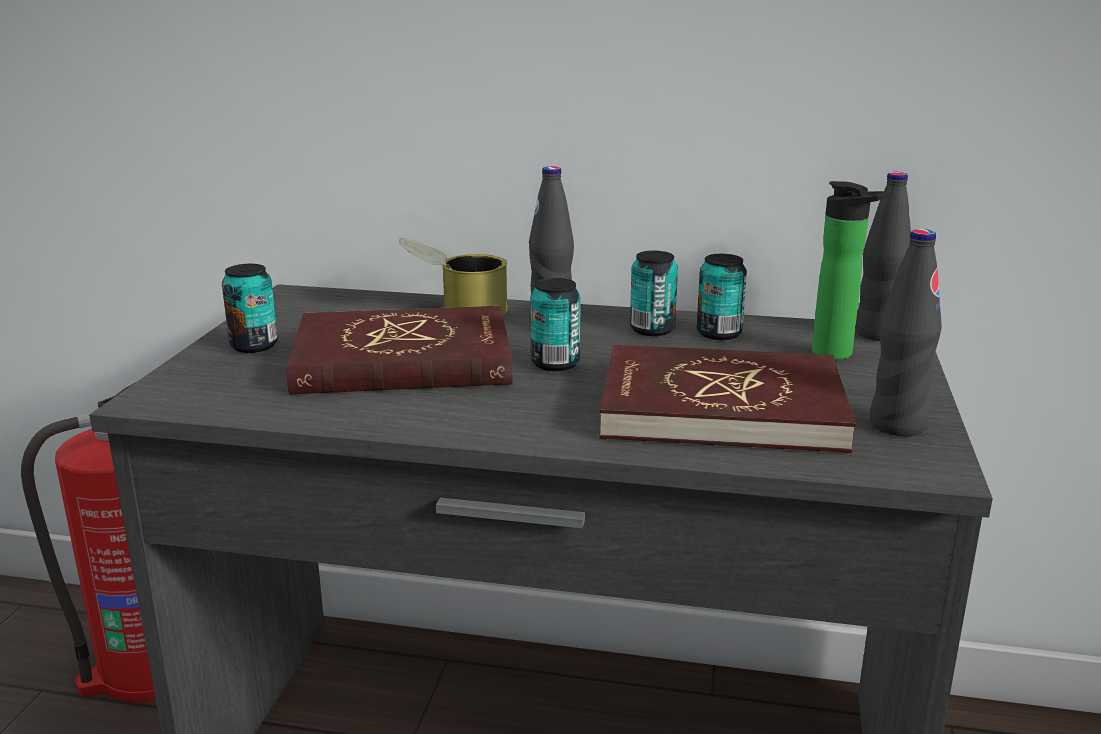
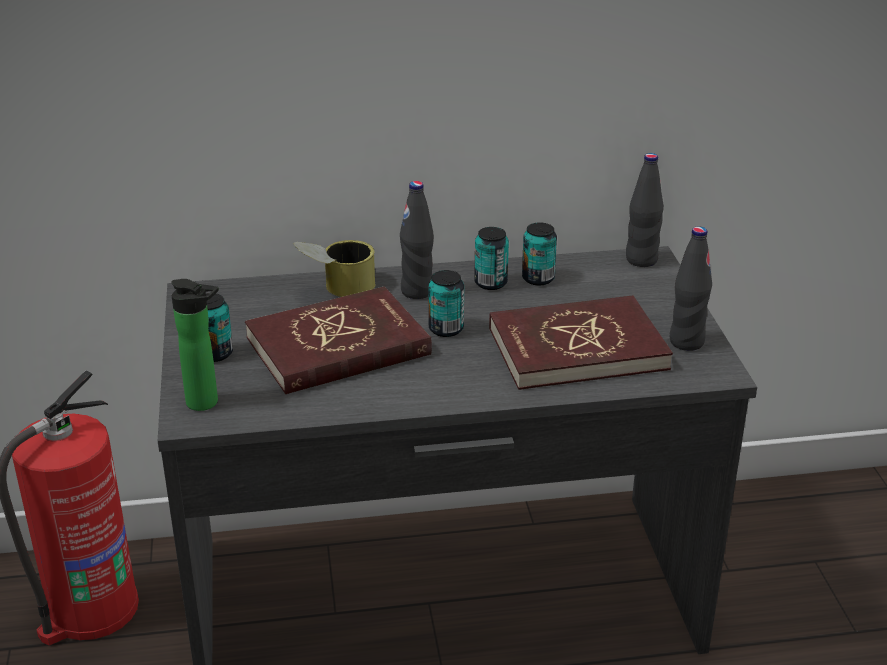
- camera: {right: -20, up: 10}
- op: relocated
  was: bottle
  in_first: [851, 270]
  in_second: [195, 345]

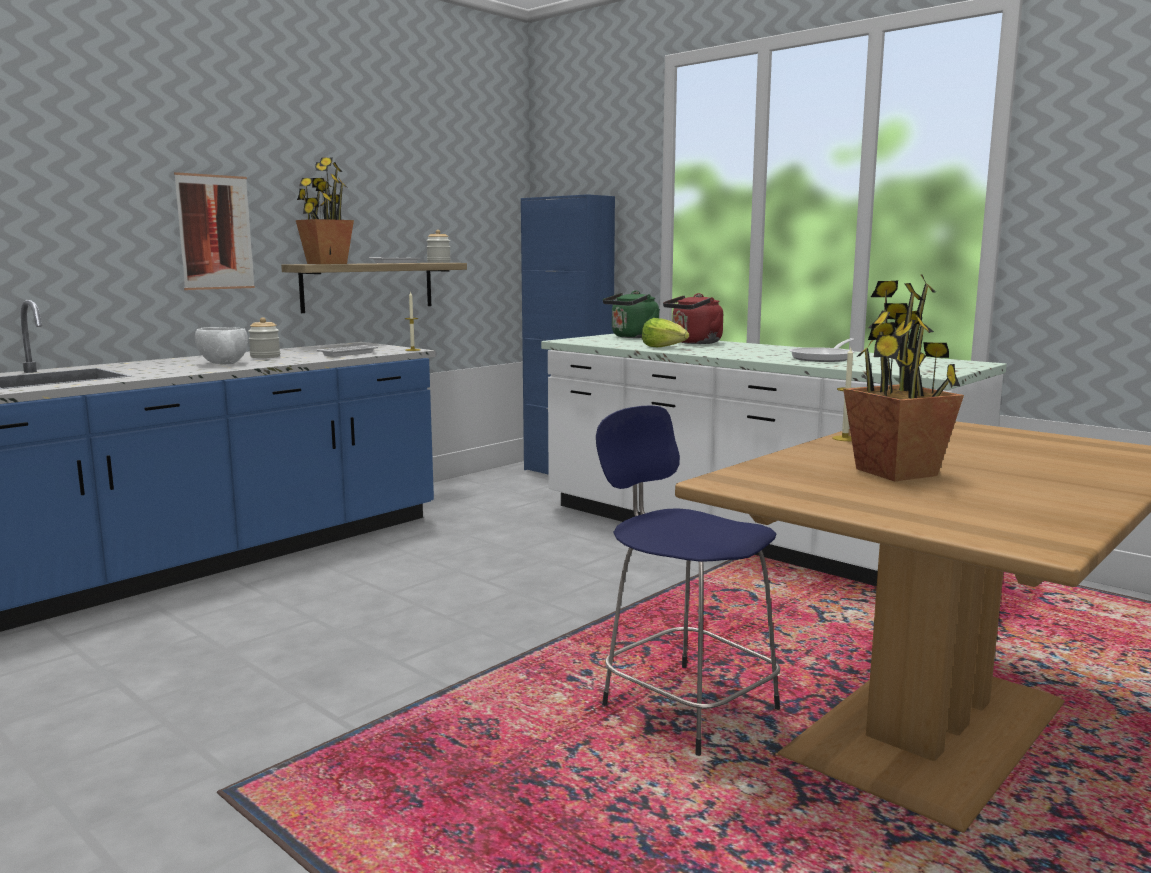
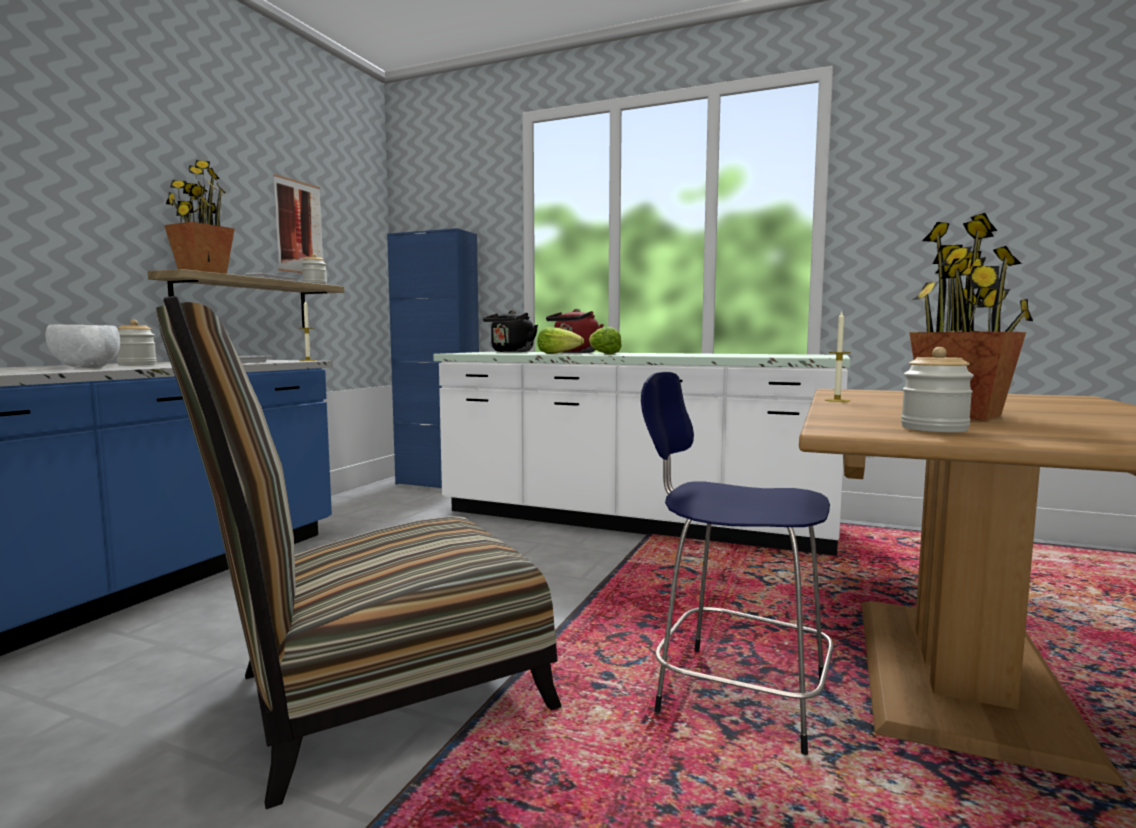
- camera: {right: -20, up: -5}
- op: appeared
  now: chair
  in_second: [359, 552]
- op: relocated
  was: picture
  in_first: [214, 231]
  in_second: [298, 223]
- op: colour
  was: green kettle
  now: black kettle
  in_first: [631, 314]
  in_second: [510, 331]
- op: appeared
  now: lettuce
  in_second: [605, 340]
- op: appeared
  now: jar
  in_second: [937, 390]
- op: missing
  was: frying pan
  in_first: [821, 350]

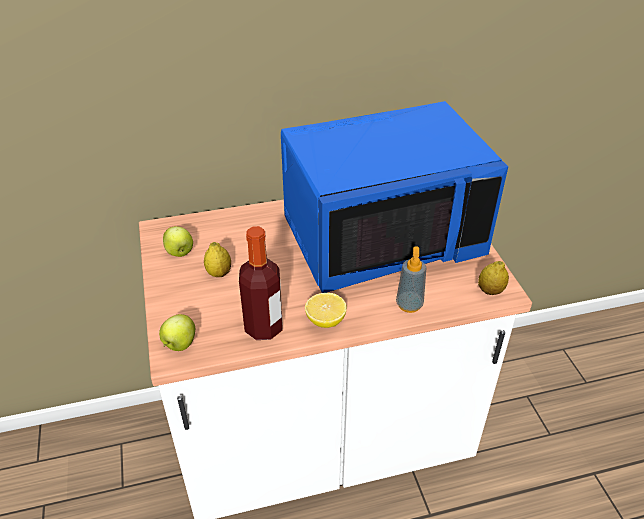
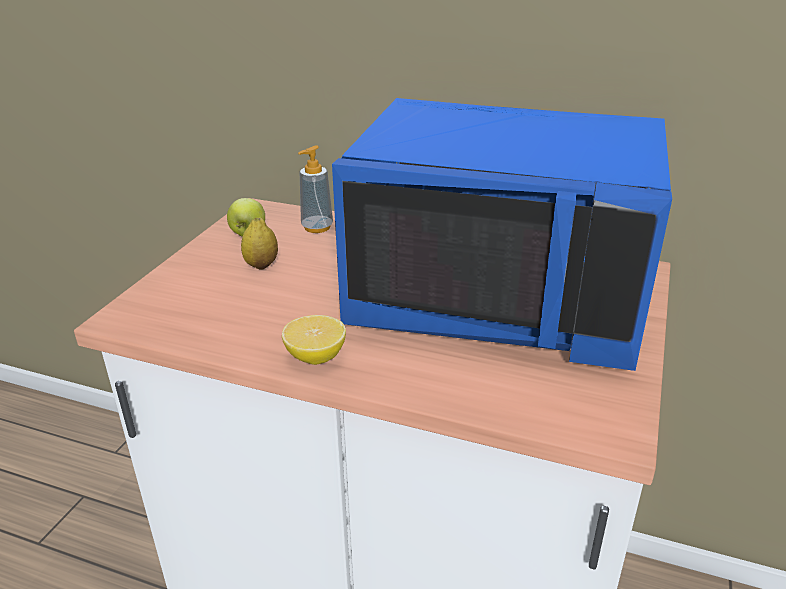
- camera: {right: 35, up: -10}
- op: relocated
  was: soap dispenser
  in_first: [411, 279]
  in_second: [315, 189]
- op: missing
  was: apple
  in_first: [177, 332]
- op: missing
  was: bottle
  in_first: [260, 283]
- op: missing
  was: lemon
  in_first: [493, 278]

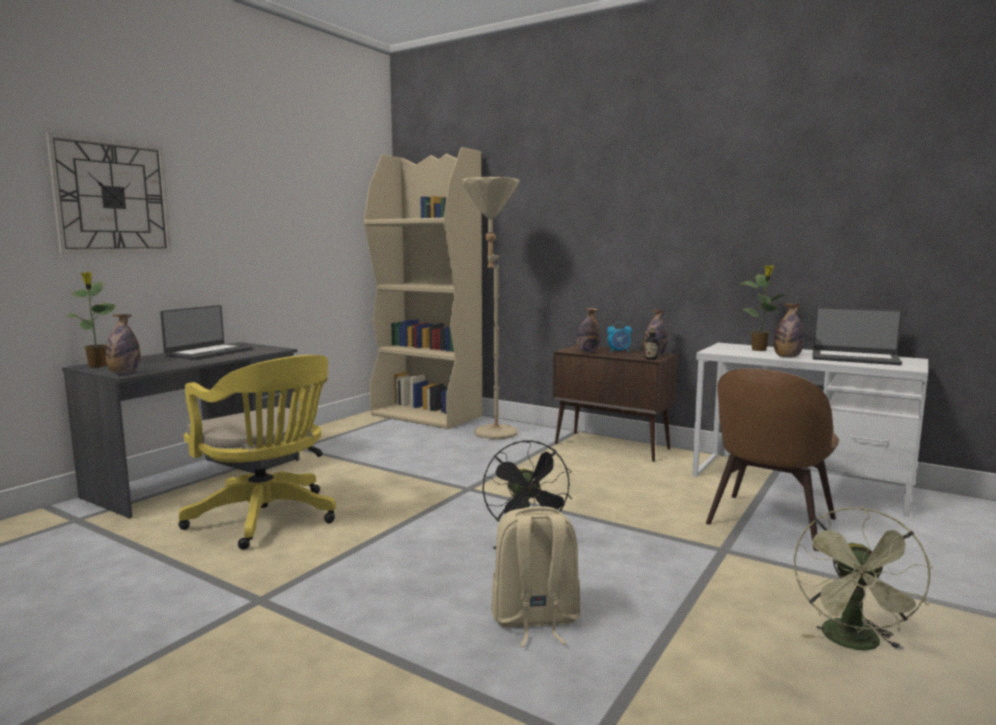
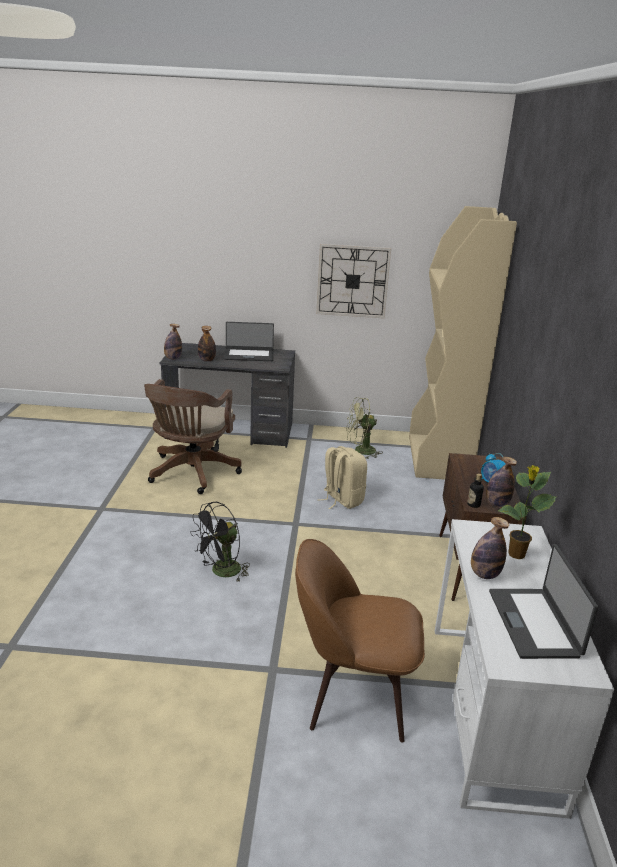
- camera: {right: 60, up: 15}
- op: colour
  was: yellow office chair
  now: brown office chair
  in_first: [257, 452]
  in_second: [193, 436]
- op: relocated
  was: bottle
  in_first: [588, 330]
  in_second: [207, 344]
- op: relocated
  was: wall clock
  in_first: [109, 193]
  in_second: [353, 281]
- op: relocated
  was: beige backpack
  in_first: [535, 576]
  in_second: [342, 477]
- op: relocated
  was: green fan
  in_first: [863, 579]
  in_second: [364, 428]
- op: missing
  was: potted plant
  in_first: [90, 319]
- op: missing
  was: beige floor lamp
  in_first: [490, 308]

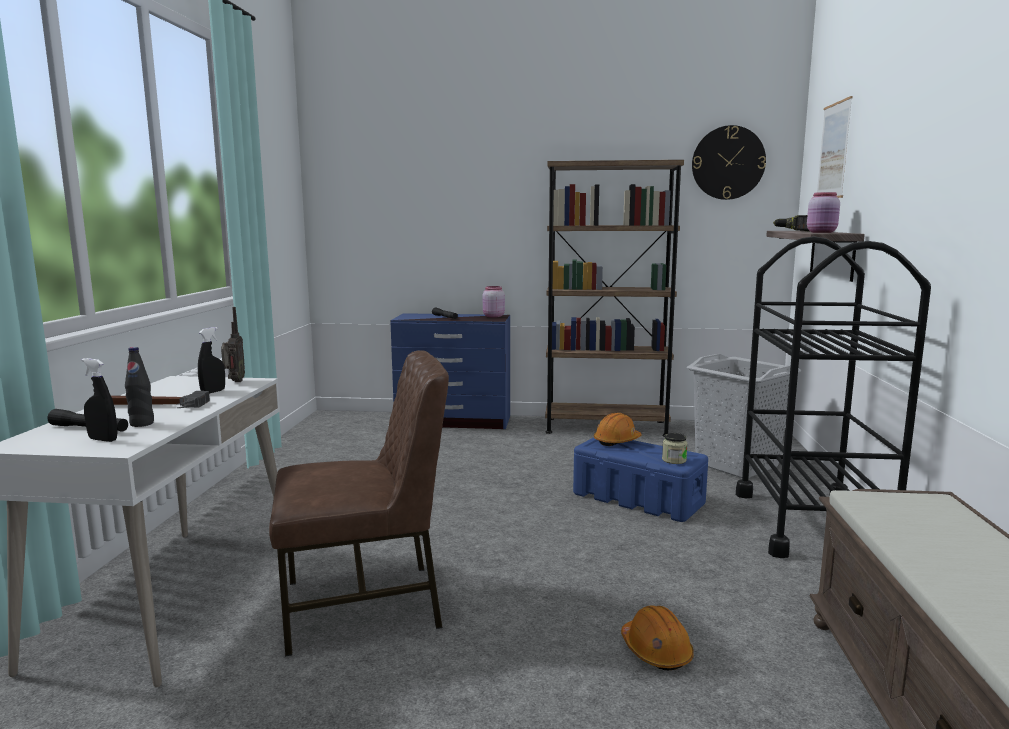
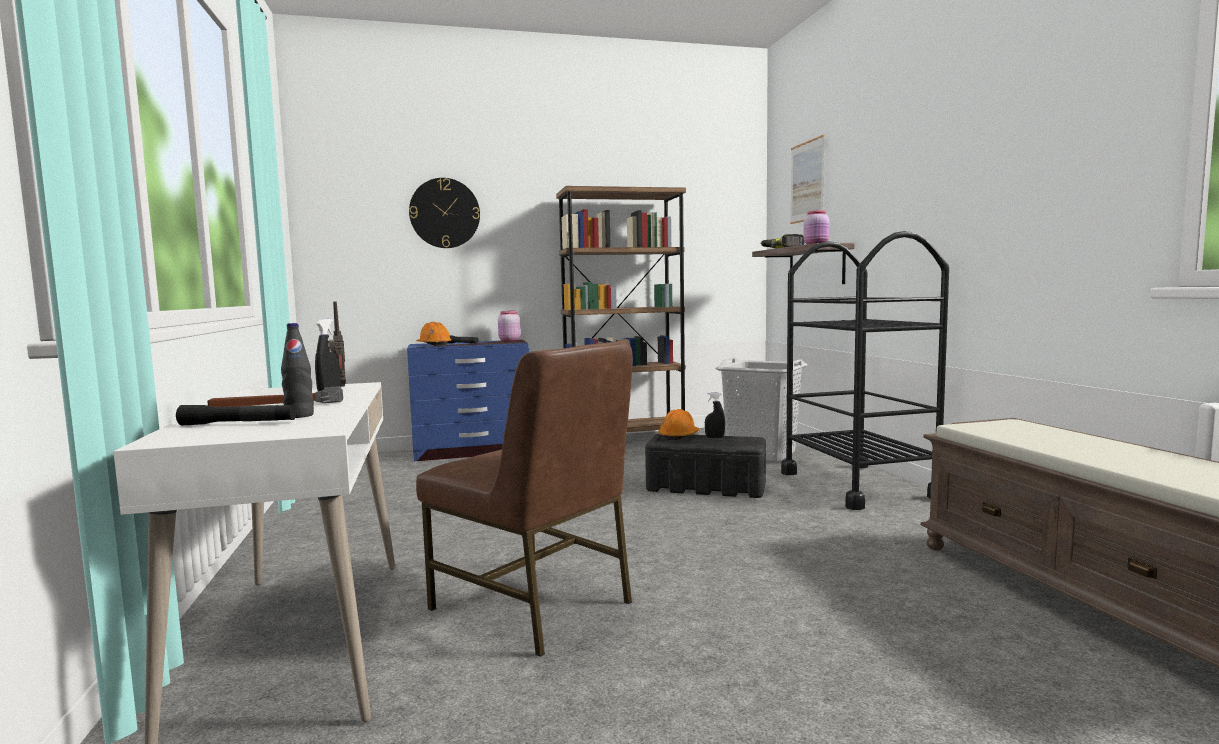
- camera: {right: -20, up: -5}
- op: relocated
  was: wall clock
  in_first: [729, 162]
  in_second: [444, 213]
- op: relocated
  was: orange hard hat
  in_first: [657, 637]
  in_second: [434, 334]
- op: spun
  was: brown chair
  in_first: [359, 503]
  in_second: [524, 498]
  clockwise: 75
- op: colour
  was: blue storage box
  now: black storage box
  in_first: [640, 479]
  in_second: [705, 466]
- op: relocated
  was: black spray bottle
  in_first: [99, 400]
  in_second: [715, 415]
- op: missing
  was: jar
  in_first: [675, 448]

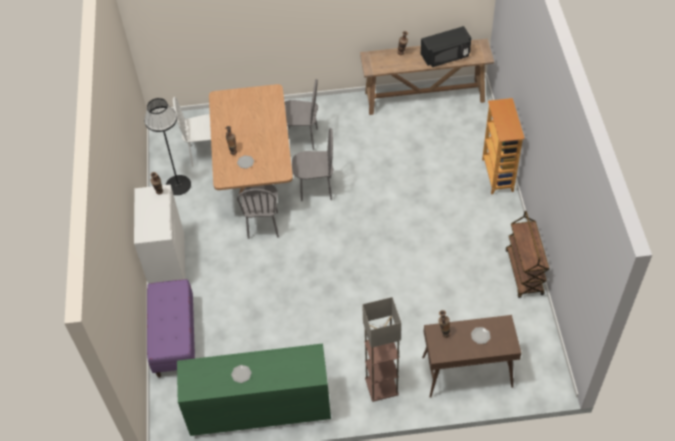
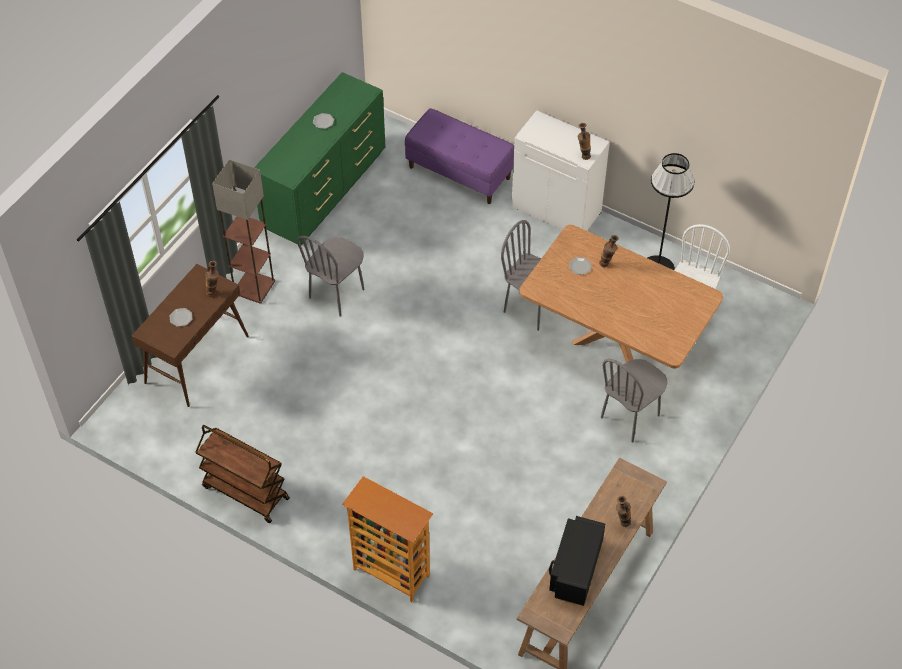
- camera: {right: 125, up: 0}
- op: relocated
  was: grey chair
  in_first: [312, 164]
  in_second: [330, 276]

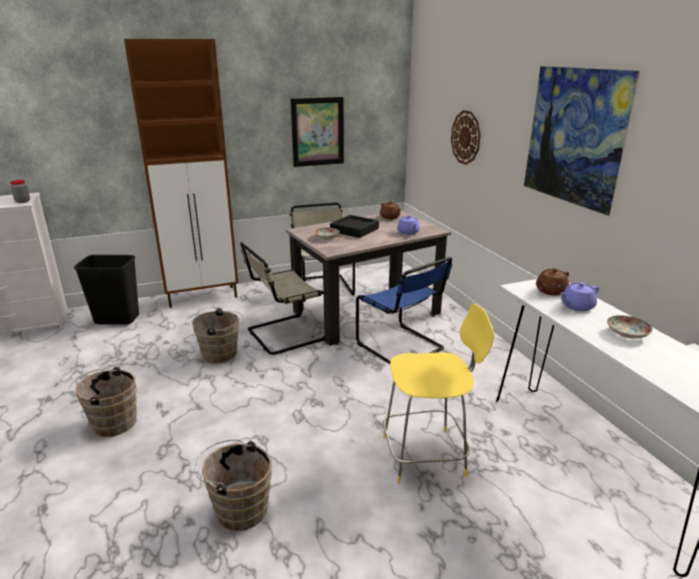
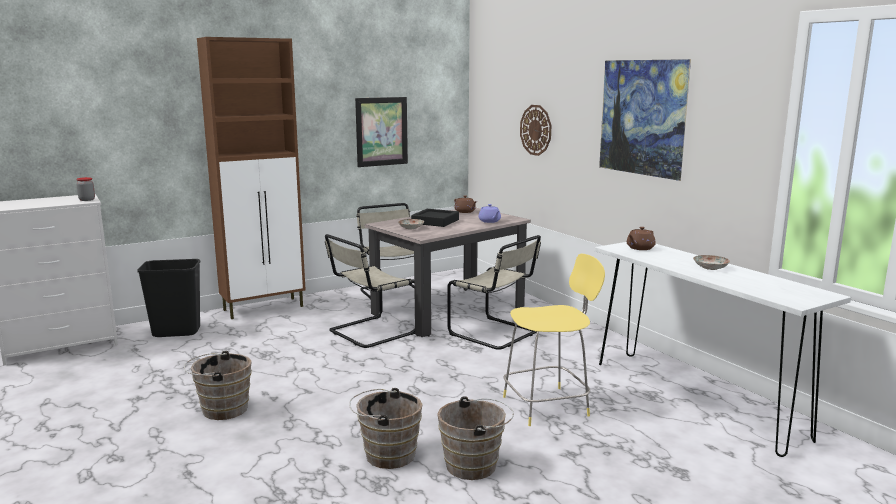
- camera: {right: -10, up: -10}
- op: relocated
  was: brown bucket
  in_first: [218, 335]
  in_second: [475, 438]
- op: colour
  was: blue chair
  now: beige chair
  in_first: [404, 310]
  in_second: [494, 292]
- op: missing
  was: purple teapot
  in_first: [579, 296]

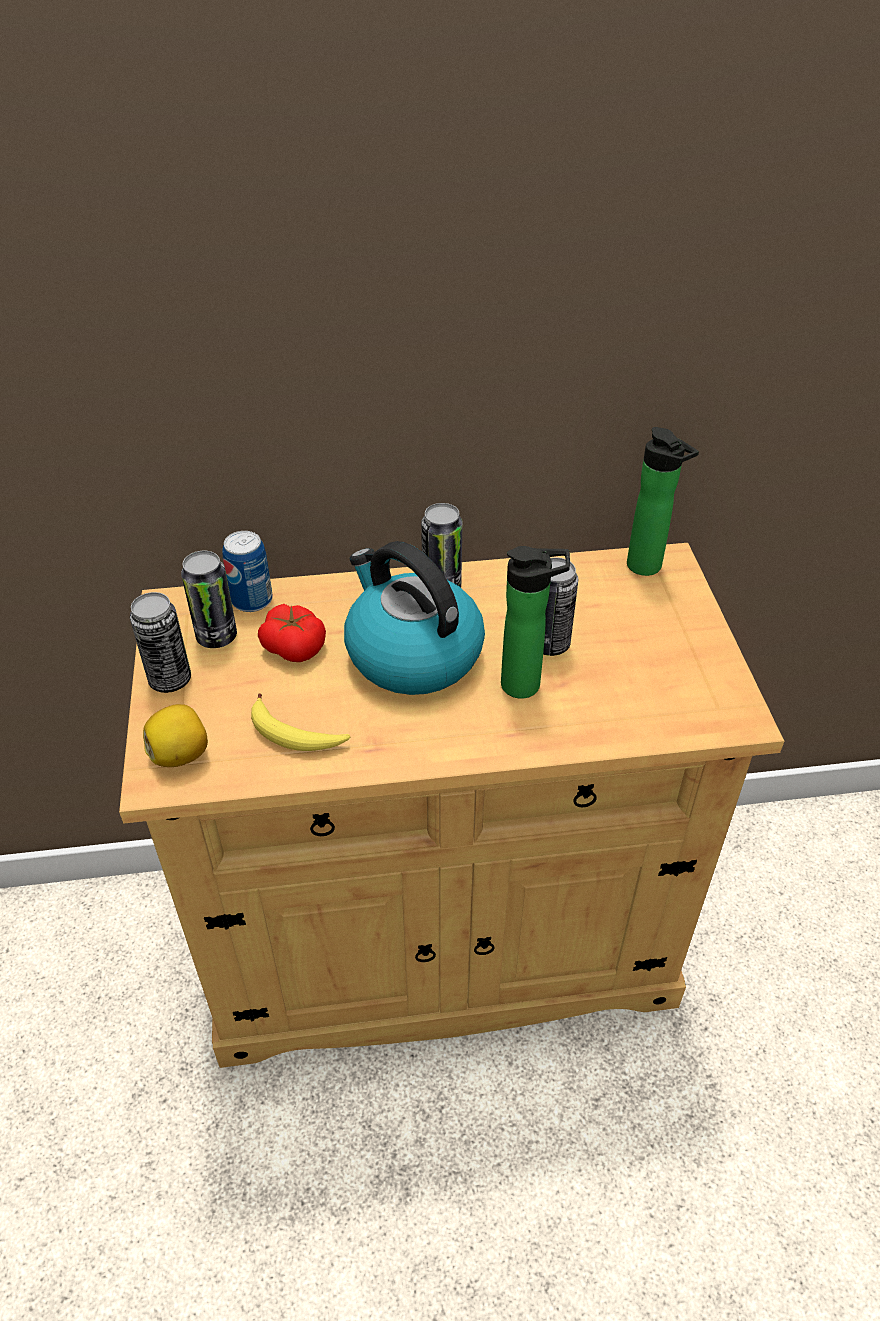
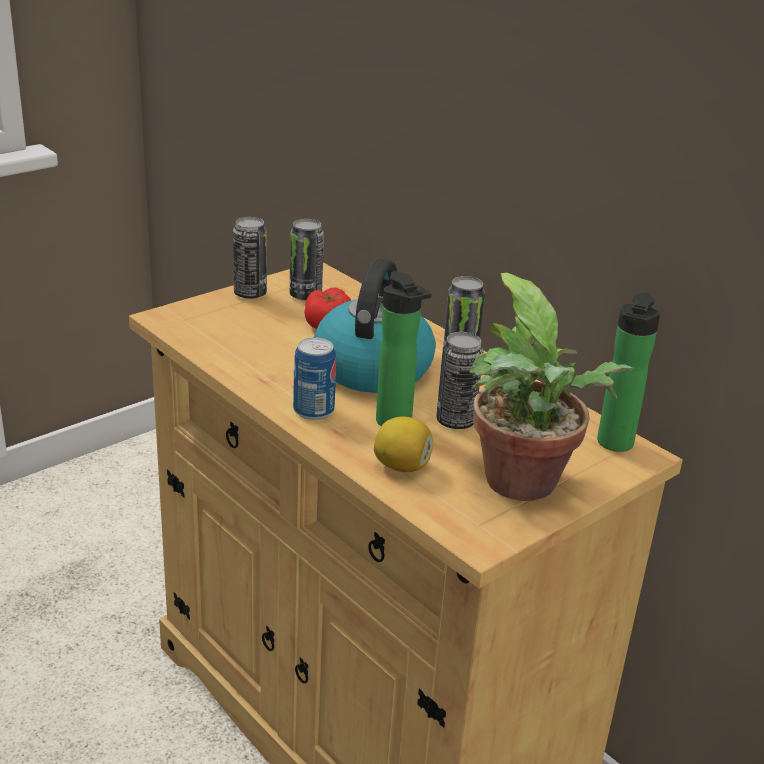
- camera: {right: 55, up: -15}
- op: relocated
  was: can
  in_first: [247, 571]
  in_second: [314, 378]
- op: relocated
  was: lemon
  in_first: [175, 735]
  in_second: [403, 444]
- op: appeared
  now: potted plant
  in_second: [552, 387]
- op: missing
  was: banana
  in_first: [300, 722]

